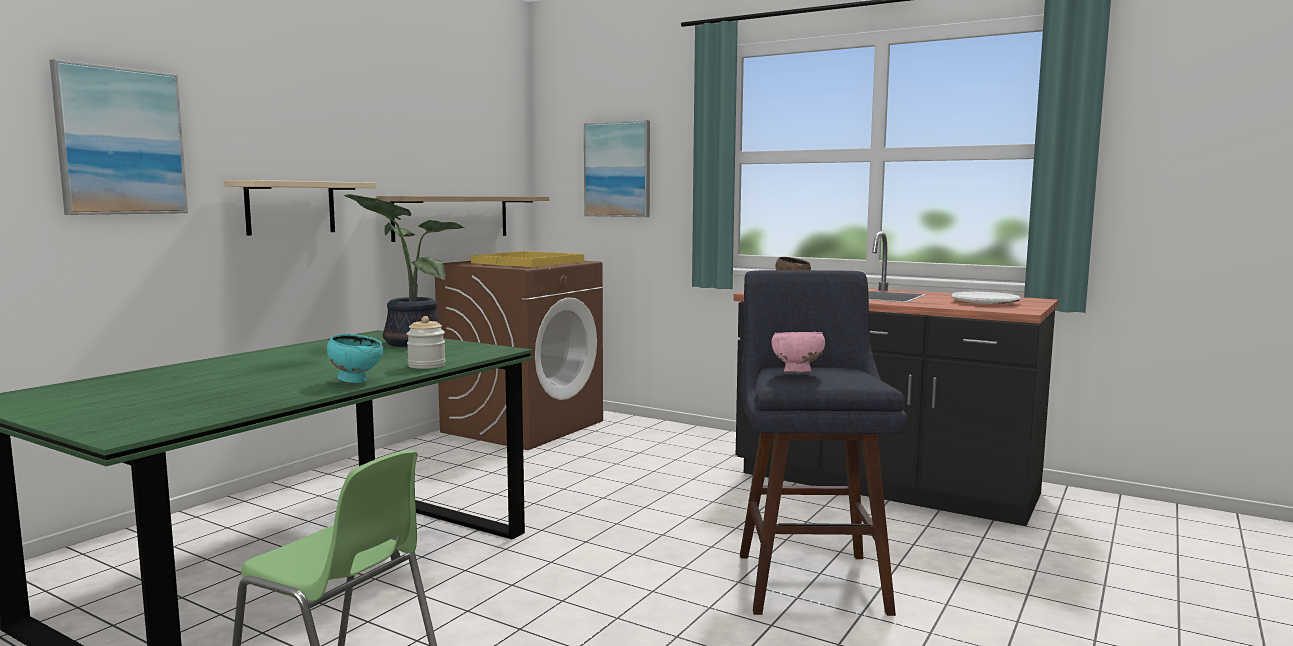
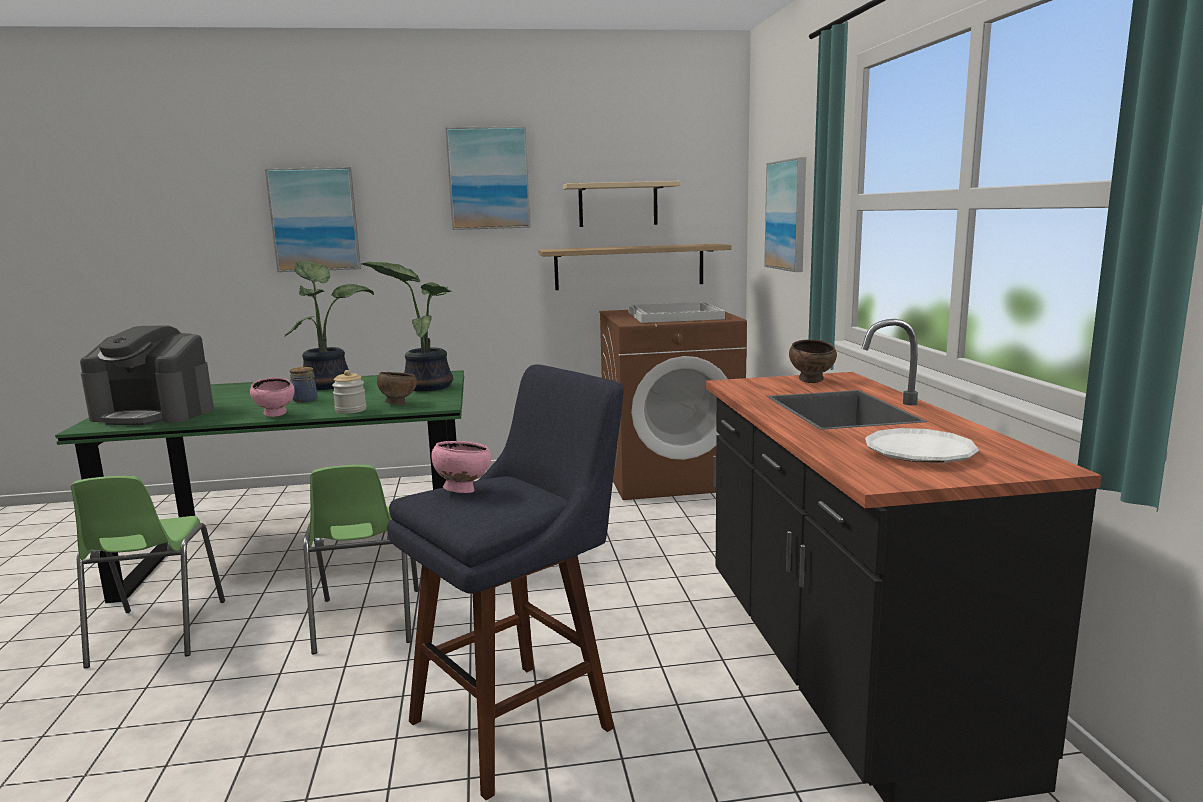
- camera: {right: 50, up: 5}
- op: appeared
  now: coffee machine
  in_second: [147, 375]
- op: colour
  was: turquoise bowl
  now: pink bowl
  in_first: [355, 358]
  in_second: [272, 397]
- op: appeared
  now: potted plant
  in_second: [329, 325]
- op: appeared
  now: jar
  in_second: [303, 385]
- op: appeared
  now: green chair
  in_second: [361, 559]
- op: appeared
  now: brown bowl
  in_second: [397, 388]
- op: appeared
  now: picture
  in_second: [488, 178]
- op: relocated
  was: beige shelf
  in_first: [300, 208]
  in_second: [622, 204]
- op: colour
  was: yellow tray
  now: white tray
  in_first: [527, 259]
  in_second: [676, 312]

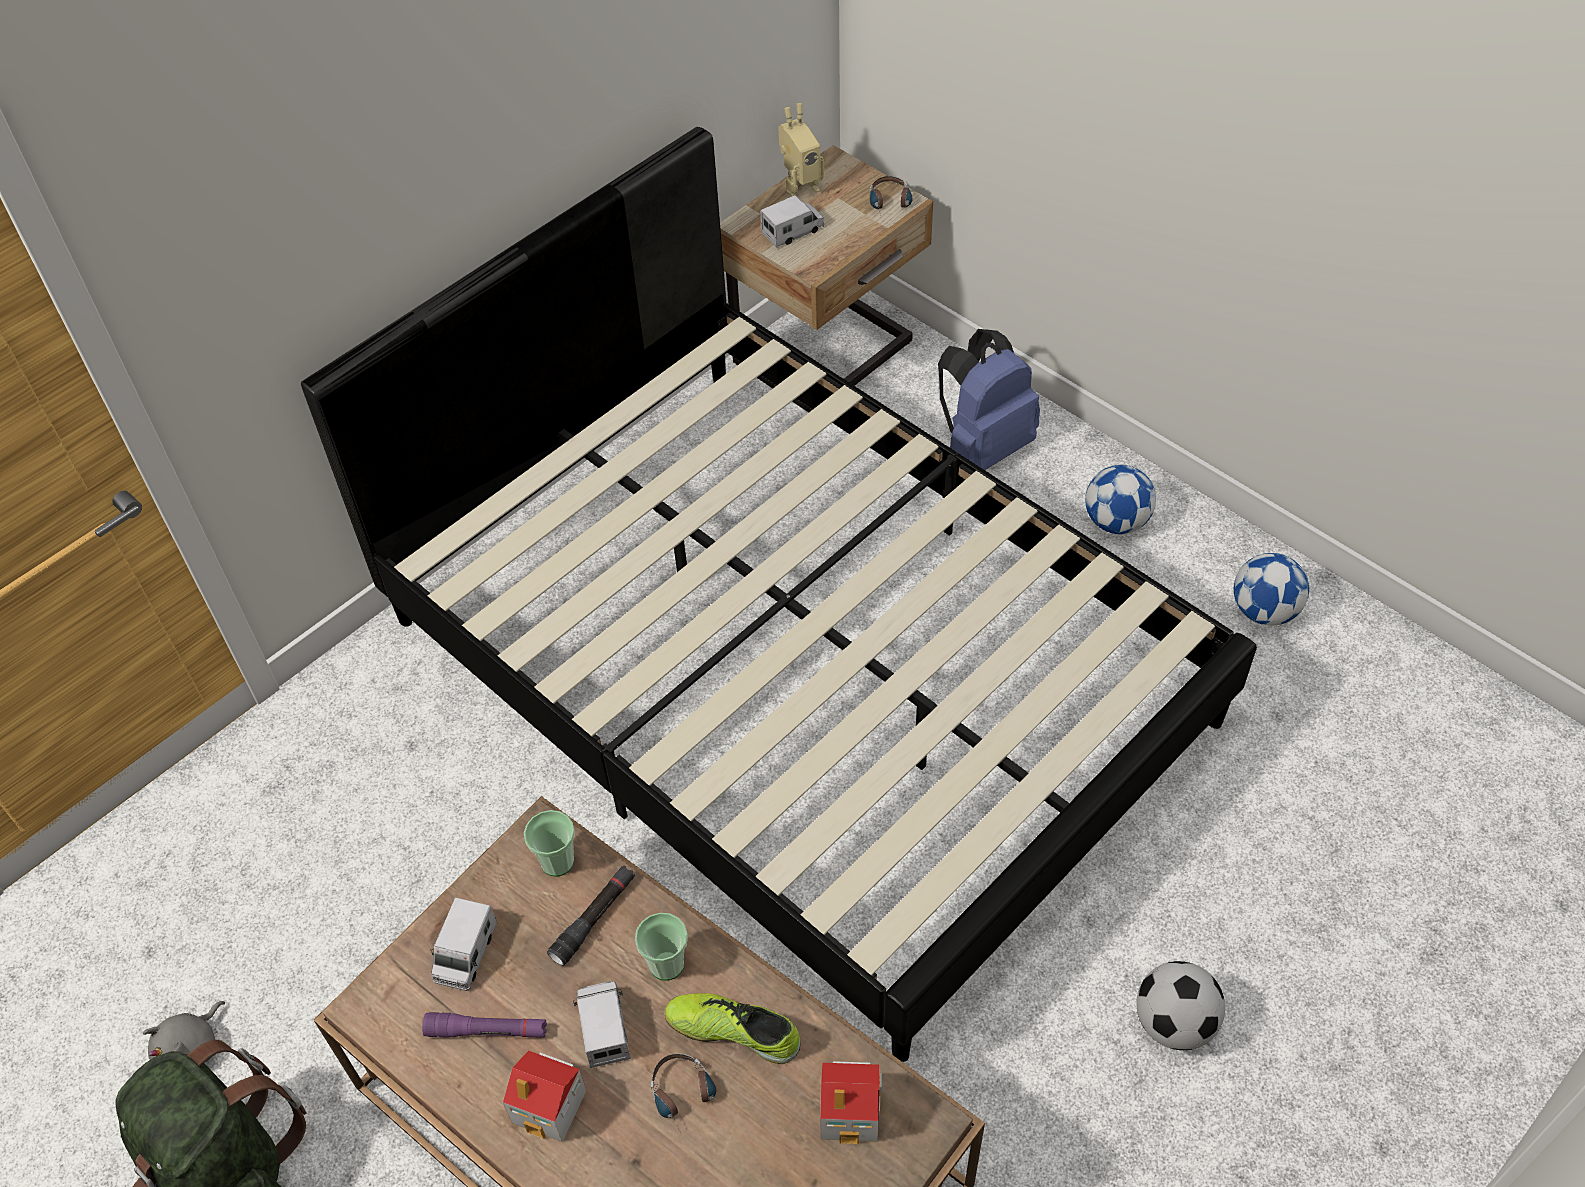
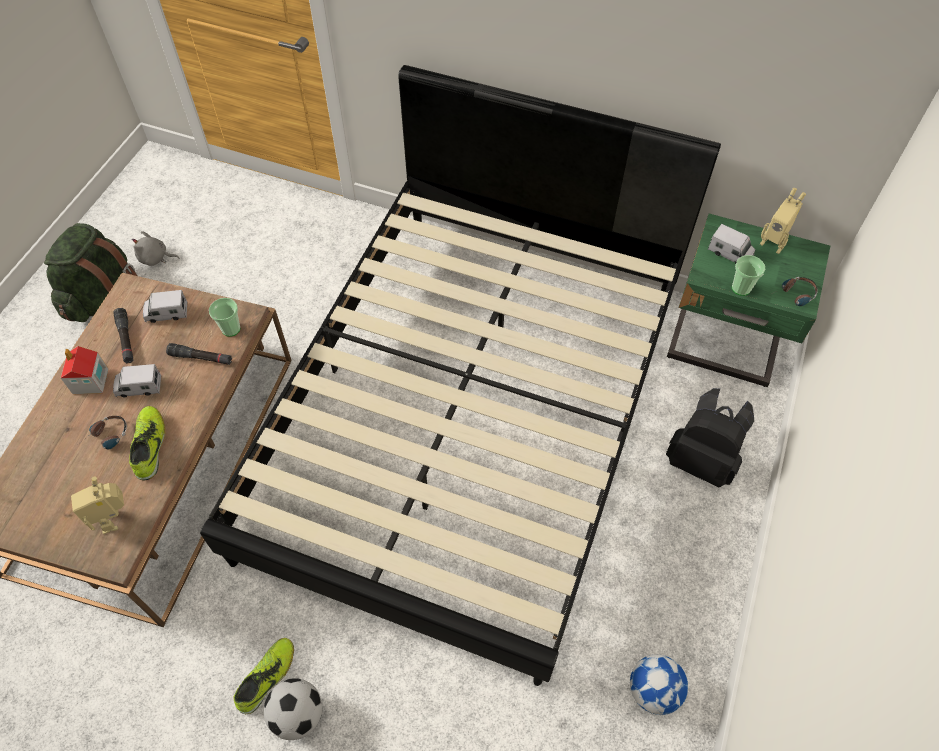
- camera: {right: 65, up: 5}
- op: exchanged
  was: toy house
  now: toy robot
  in_first: [851, 1102]
  in_second: [97, 505]
- op: colour
  was: purple flashlight
  now: black flashlight
  in_first: [484, 1025]
  in_second: [123, 335]
- op: spun
  was: toy truck
  in_first: [602, 1024]
  in_second: [137, 380]
  clockwise: -150
- op: appeared
  now: shoe
  in_second: [263, 676]
- op: colour
  was: blue backpack
  now: black backpack
  in_first: [989, 399]
  in_second: [710, 437]
- op: colour
  was: beige nightstand
  now: green nightstand
  in_first: [826, 279]
  in_second: [748, 300]
- op: relocated
  was: cup
  in_first: [661, 946]
  in_second: [748, 275]
- op: missing
  was: football
  in_first: [1120, 499]

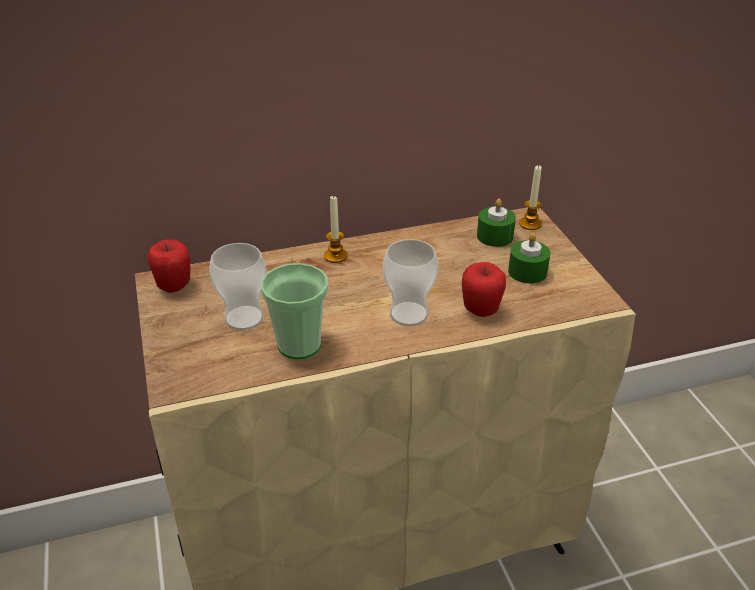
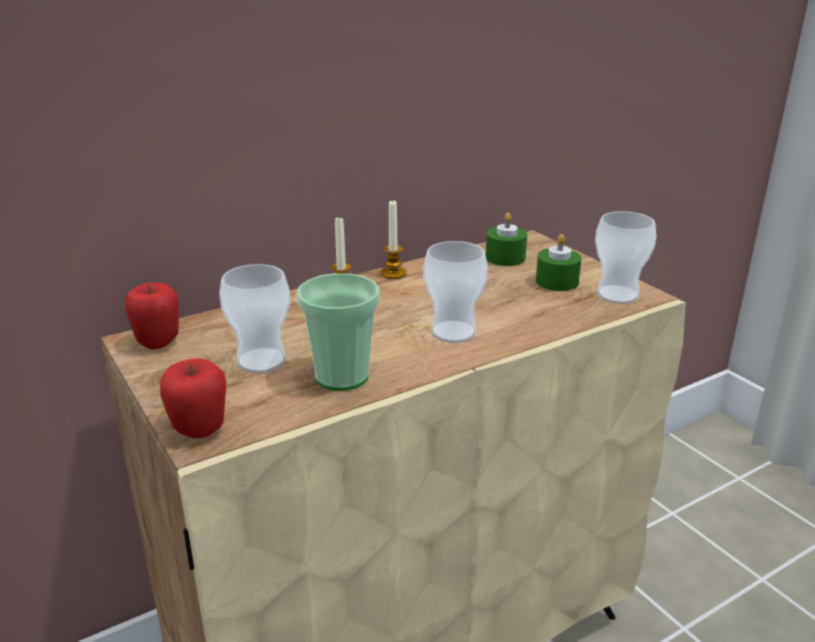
- camera: {right: -15, up: -10}
- op: relocated
  was: apple
  in_first: [484, 289]
  in_second: [193, 398]
- op: relocated
  was: candle
  in_first: [530, 197]
  in_second: [393, 239]
- op: appeared
  now: cup
  in_second: [625, 257]

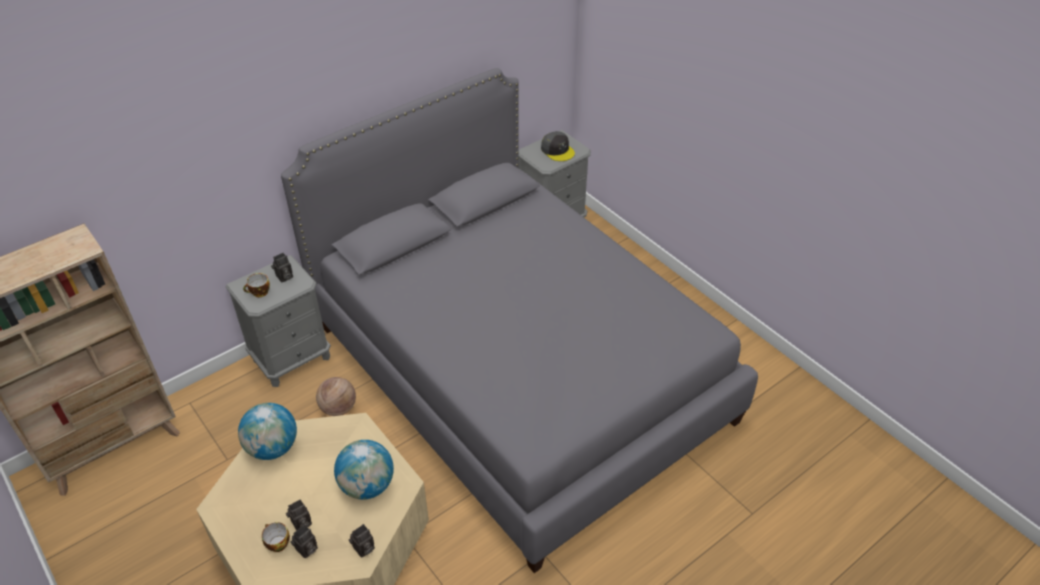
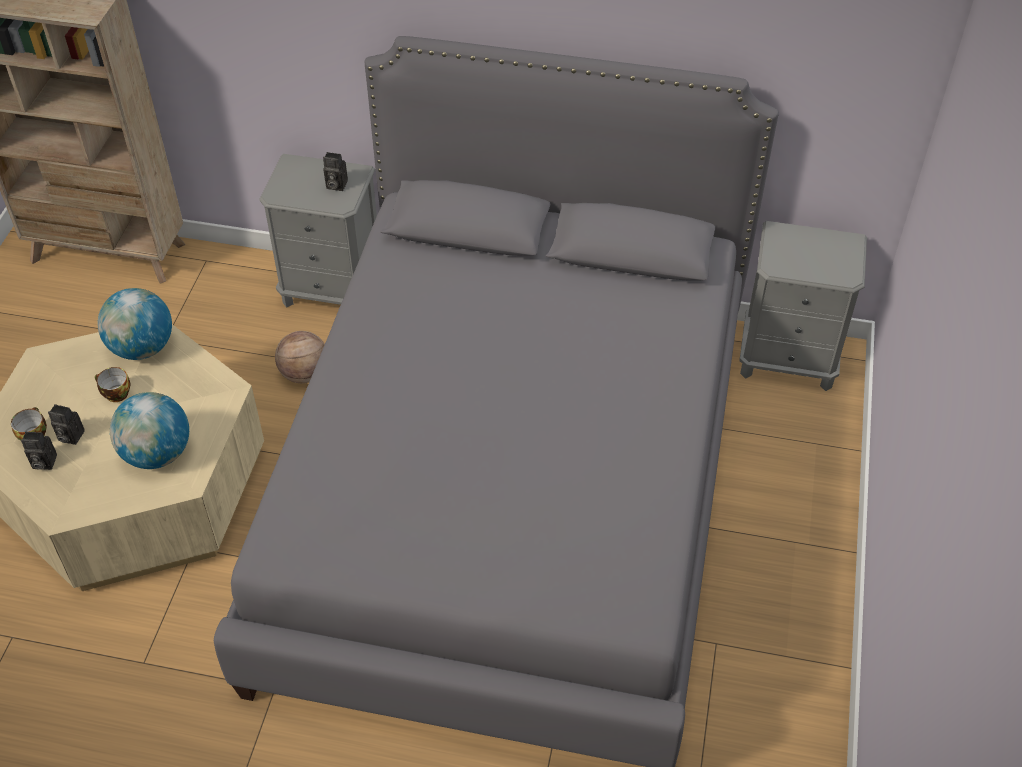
- camera: {right: 50, up: 5}
- op: relocated
  was: cup
  in_first: [256, 285]
  in_second: [112, 384]
- op: missing
  was: photo camera
  in_first: [362, 541]
- op: missing
  was: grey cap
  in_first: [558, 146]

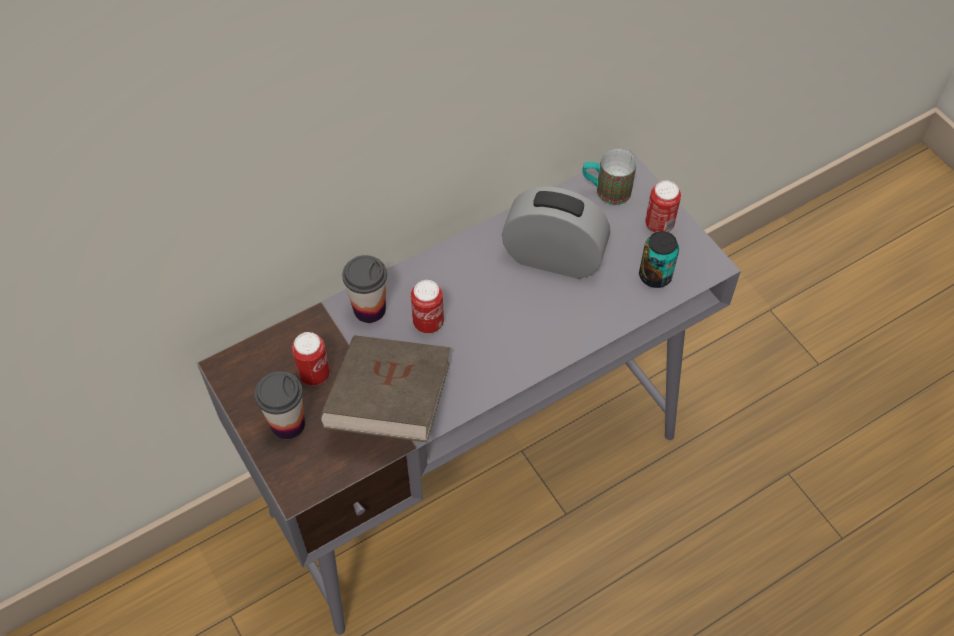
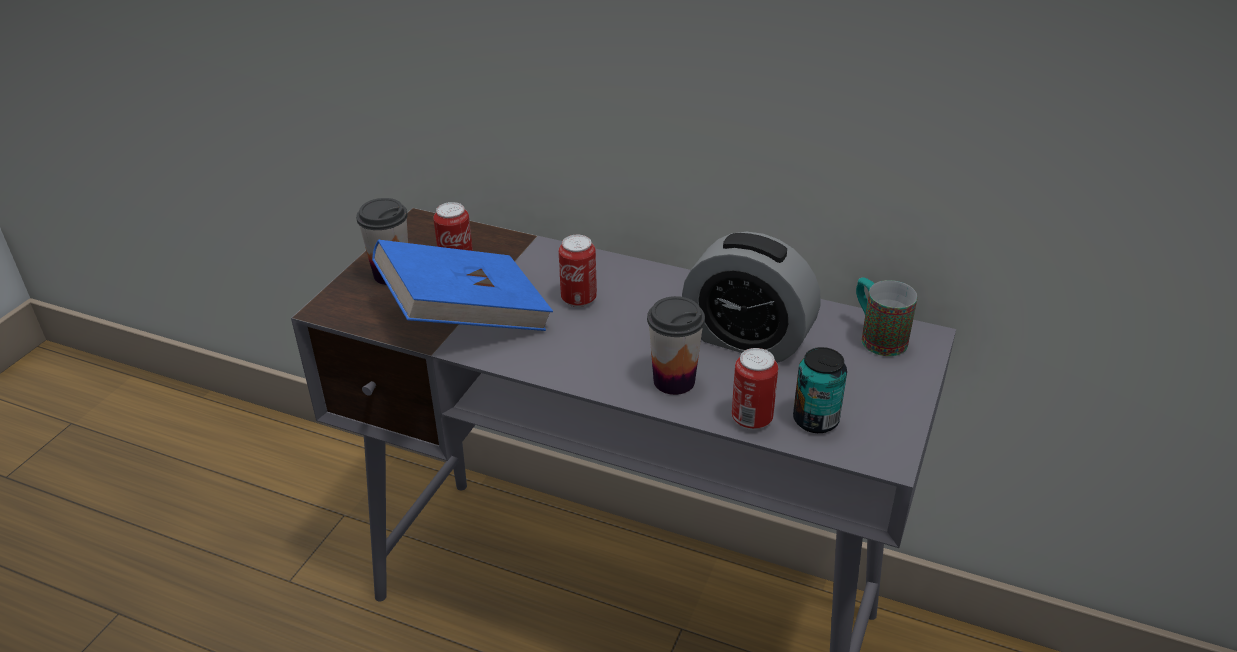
- camera: {right: 55, up: -20}
- op: colour
  was: brown book
  now: blue book
  in_first: [384, 388]
  in_second: [462, 285]
- op: relocated
  was: cup
  in_first: [364, 289]
  in_second: [676, 345]
- op: spun
  was: alarm clock
  in_first: [556, 233]
  in_second: [751, 297]
  clockwise: 135
- op: relocated
  was: can
  in_first: [663, 206]
  in_second: [755, 389]

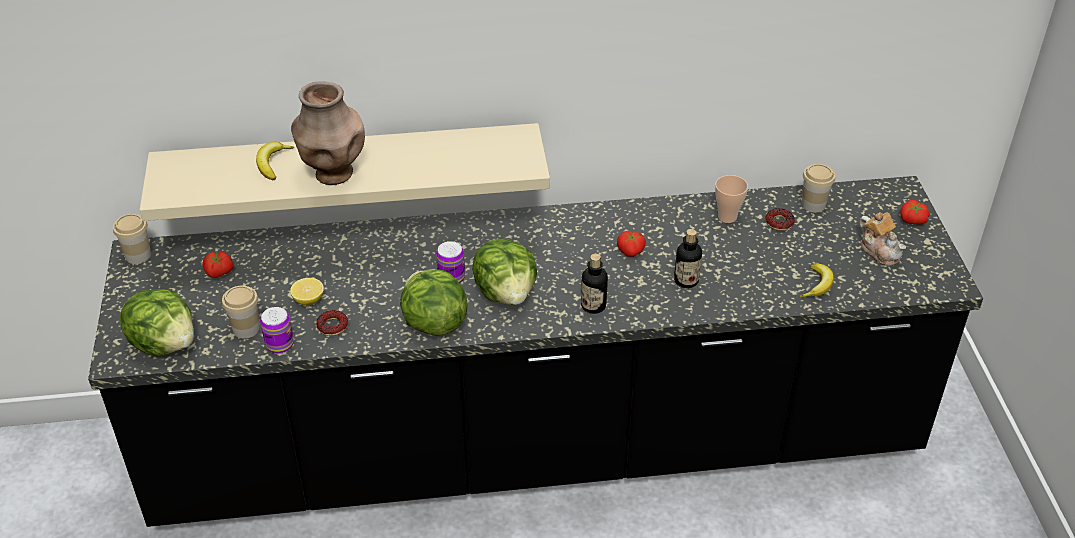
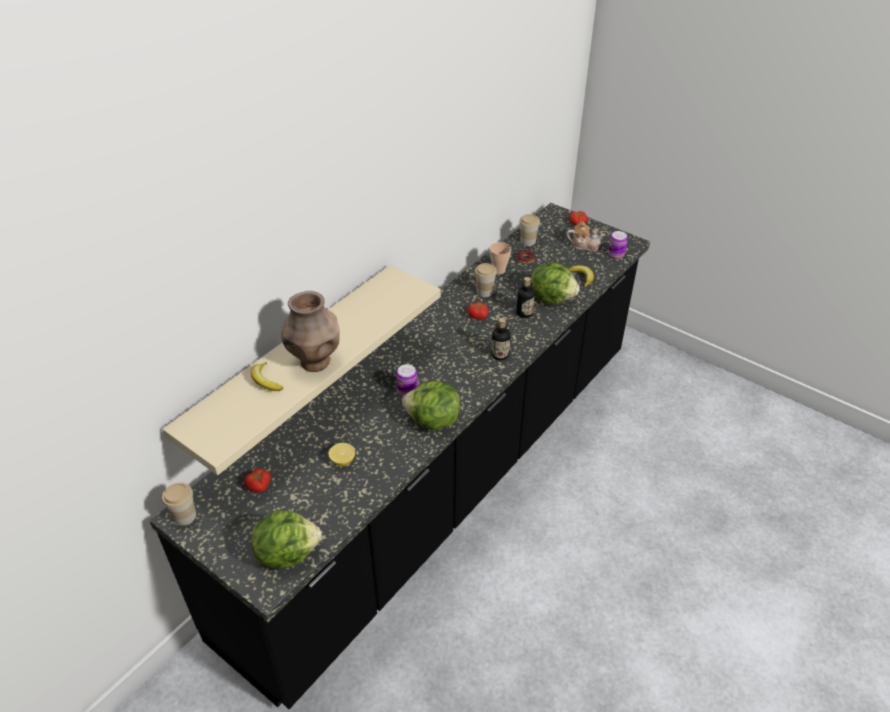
- camera: {right: -45, up: 0}
- op: relocated
  was: cup
  in_first: [241, 312]
  in_second: [486, 280]
- op: relocated
  was: lettuce
  in_first: [504, 271]
  in_second: [555, 283]
- op: relocated
  was: can
  in_first: [277, 330]
  in_second: [618, 245]
- op: missing
  was: donut
  in_first: [332, 323]

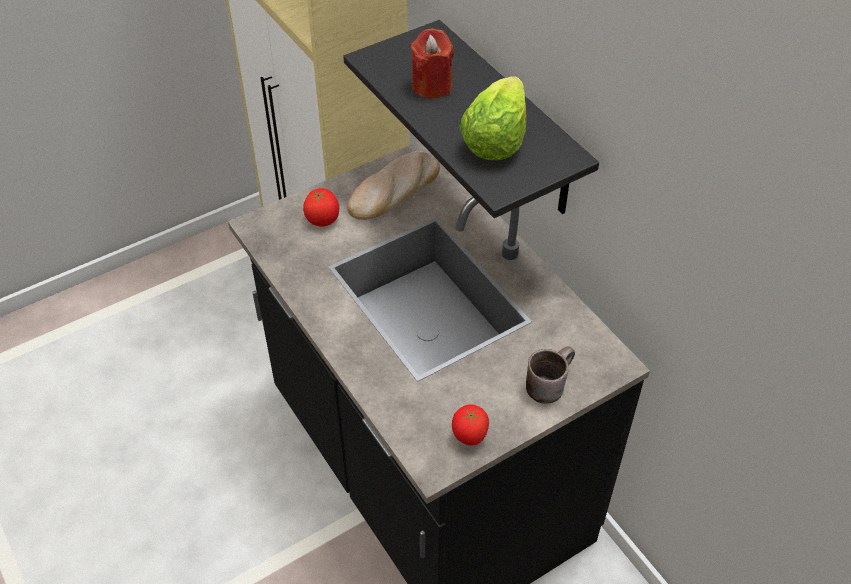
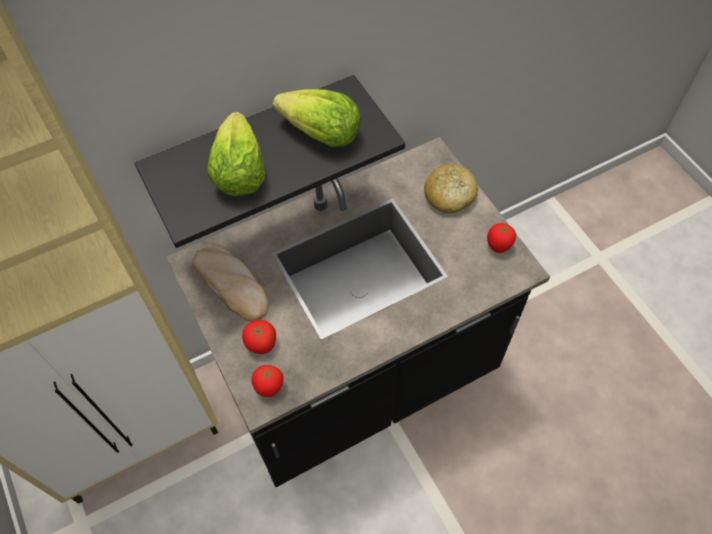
- camera: {right: -85, up: 10}
- op: exchanged
  was: red candle
  now: lettuce
  in_first: [432, 63]
  in_second: [236, 154]
- op: appeared
  now: tomato
  in_second: [268, 381]
- op: exchanged
  was: brown mug
  now: bread
  in_first: [550, 375]
  in_second: [451, 188]

